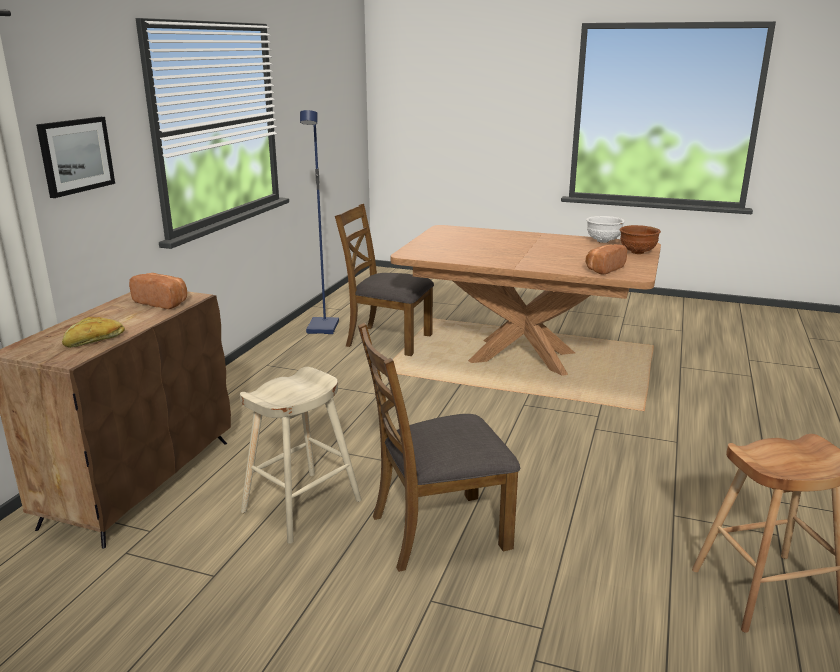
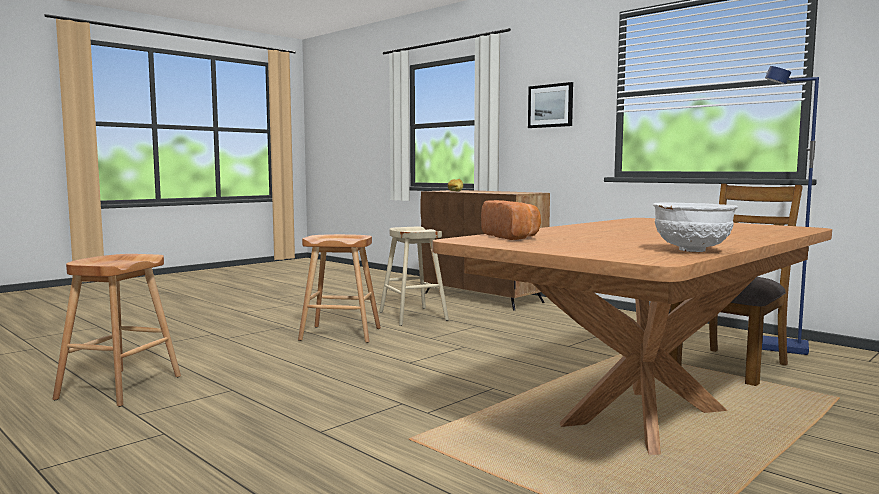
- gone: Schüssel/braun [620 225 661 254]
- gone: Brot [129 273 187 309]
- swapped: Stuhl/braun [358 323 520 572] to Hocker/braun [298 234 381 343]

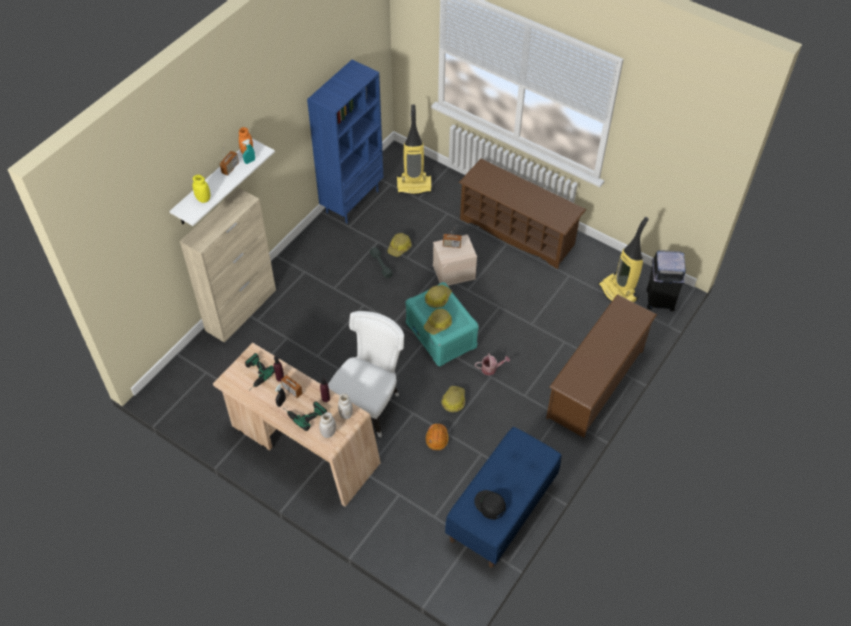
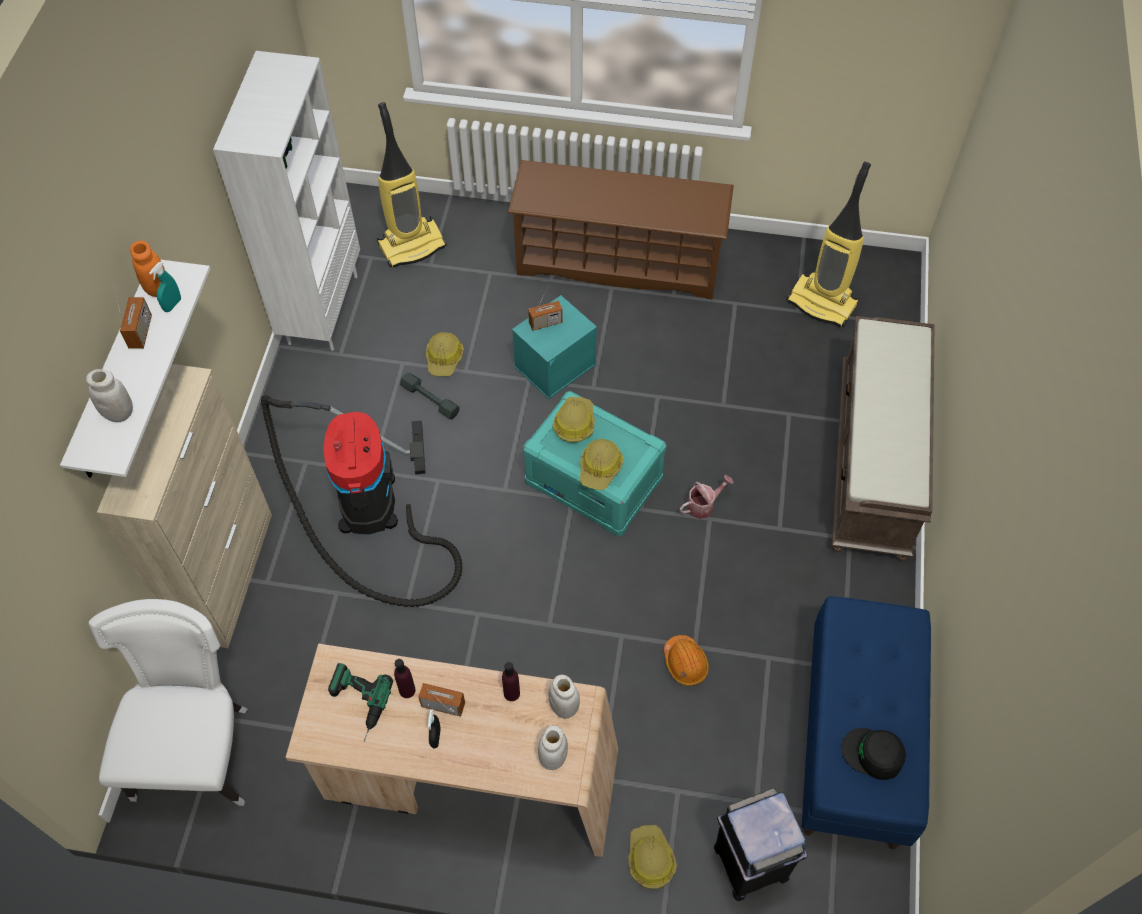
- repainted: Bücherregal/blau [307 60 383 224] to Bücherregal/weiß [213 51 360 351]
- repainted: Vorratsglas/gelb [193 175 210 203] to Vorratsglas/weiß [86 369 133 422]
- repainted: Aufbewahrungsbox/beige [433 234 477 286] to Aufbewahrungsbox/türkis [512 295 597 399]
- shifted: Mülleimer/schwarz [646 250 686 311] to [714 788 807 901]
- swapped: Schuhregal/braun [546 294 657 438] to Bank/braun [831 316 935 561]
- shifted: Stuhl/weiß [328 311 404 437] to [88 599 247 806]
- shifted: Schutzhelm [441 386 465 412] to [628 825 677 889]
- gone: Bohrmaschine [285 401 327 431]
- new: Staubsauger [261 395 462 607]

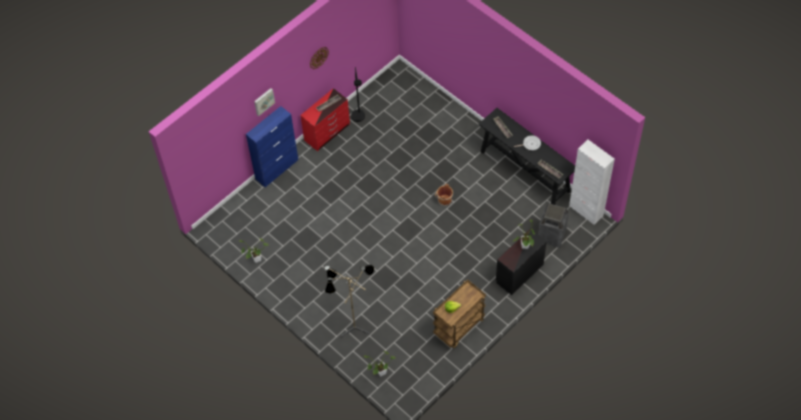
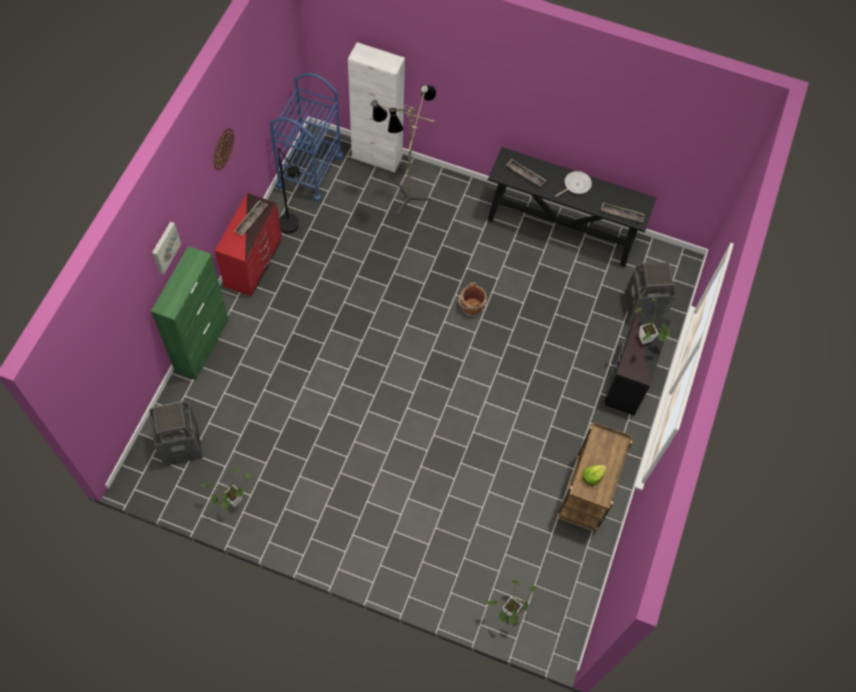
- repainted: Schrank/blau [246 106 298 187] to Schrank/grün [151 246 229 380]
- shifted: Schrank/weiß [569 140 615 225] to [348 42 405 173]
- shifted: Stehlampe [325 264 374 337] to [371 85 436 216]
- new: Rollwagen/blau [270 73 343 203]
- new: Mülleimer [149 401 203 466]

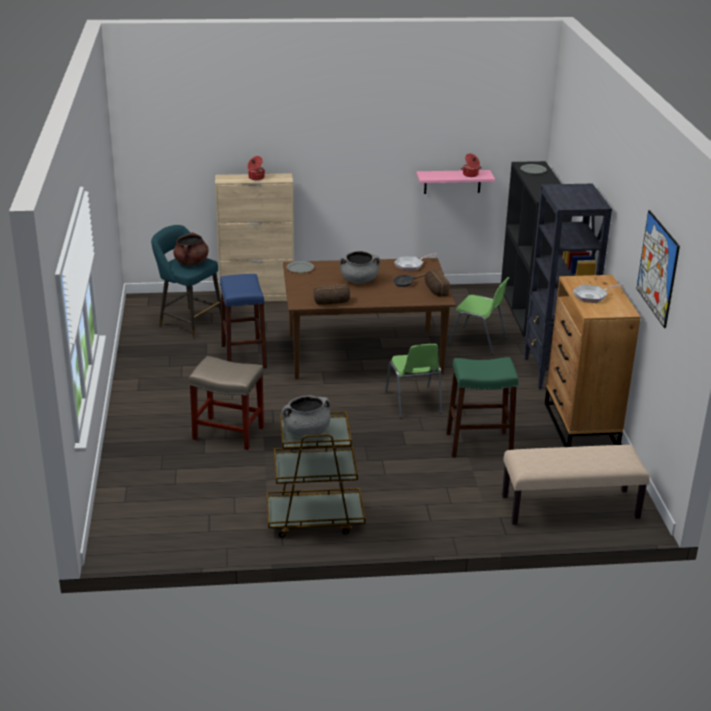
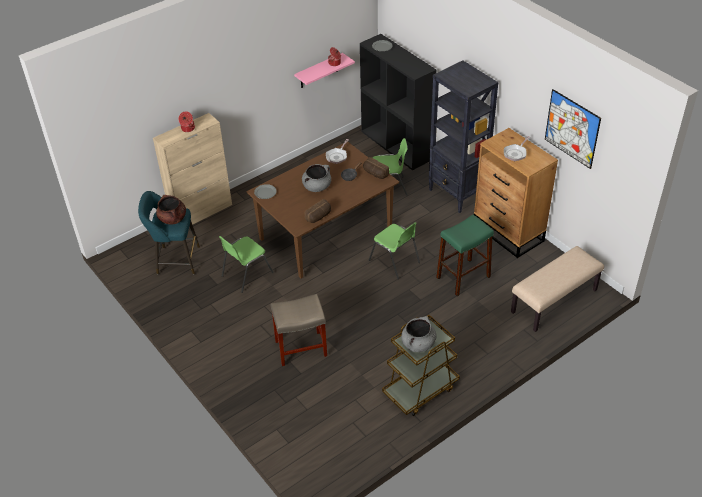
- swapped: Hocker/blau [220 274 267 368] to Stuhl/grün [219 236 274 293]

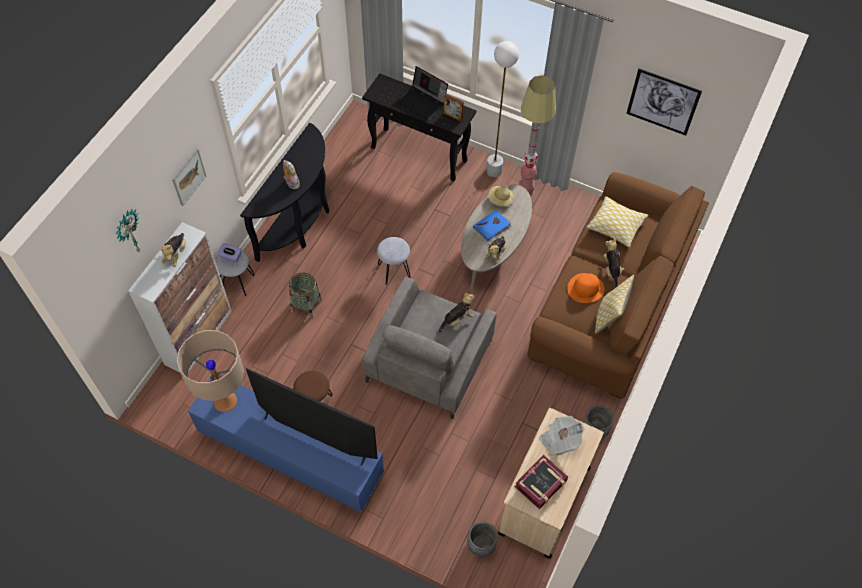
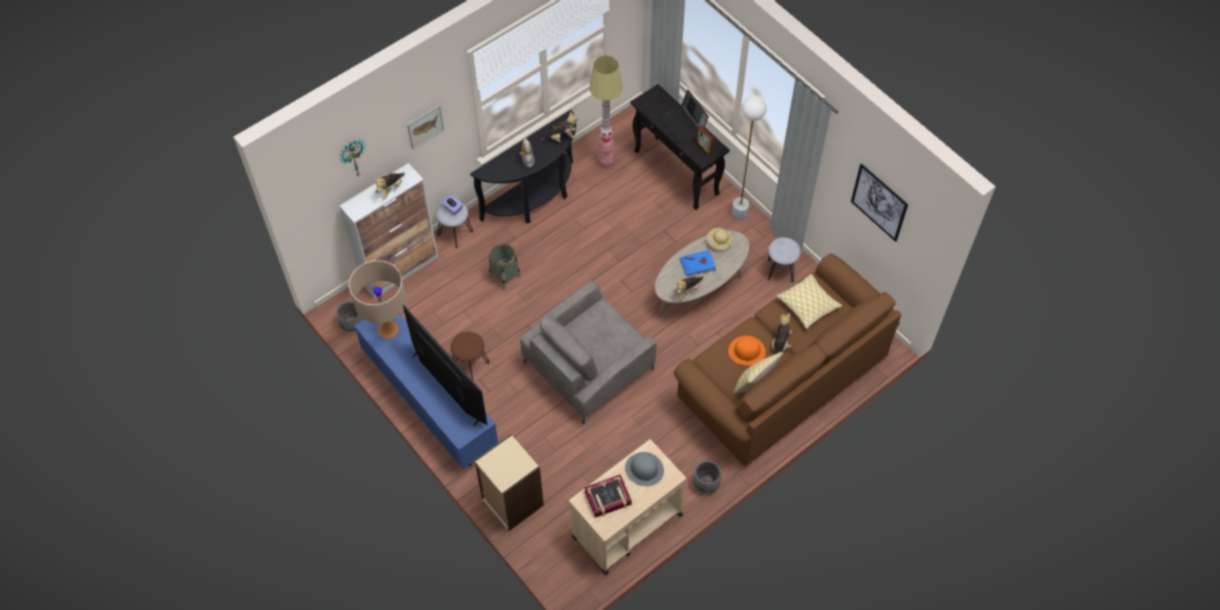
- shifted: Stehlampe [519 75 556 194] to [589 55 623 169]
- shifted: Hocker/grau [377 237 411 285] to [768 237 801 283]
- shifted: Plüschtier [439 292 475 333] to [540 112 579 142]
- swapped: Zeitung [539 416 584 456] to Hut/grau [625 452 664 486]
- shifted: Pflanzkübel/grau [467 521 498 557] to [336 301 364 332]
- new: Bücherregal/beige [474 434 544 531]

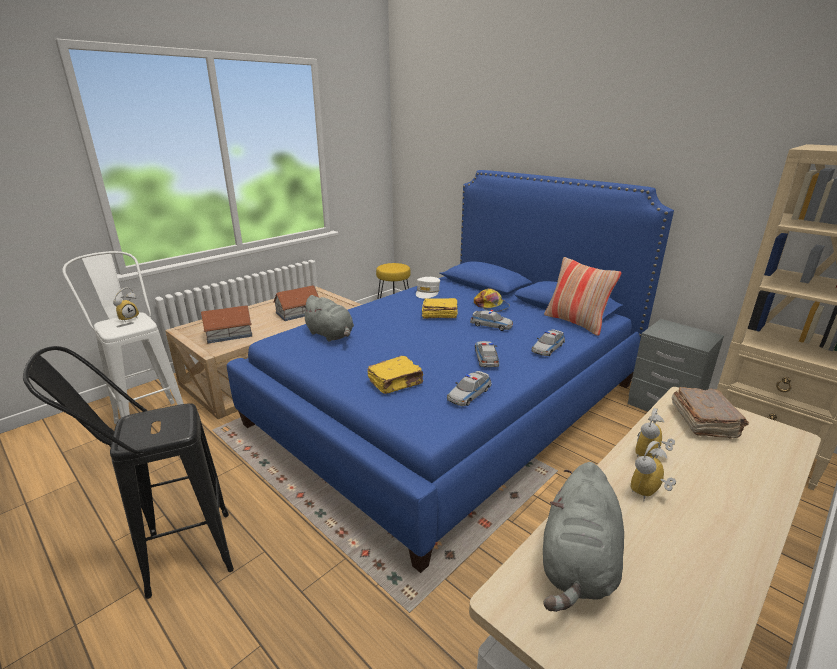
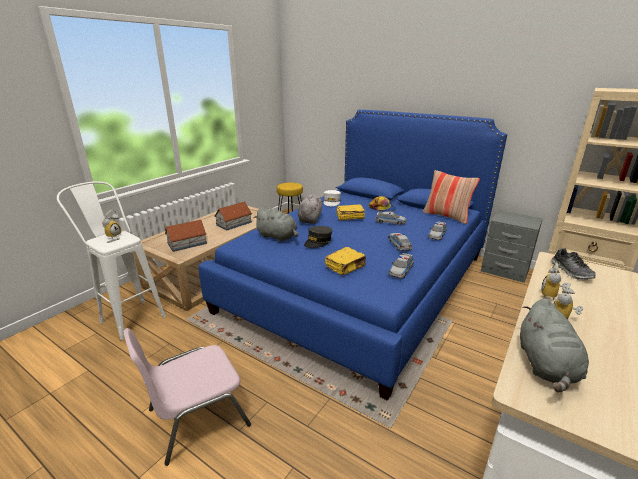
- swapped: Hocker/schwarz [23 346 234 599] to Stuhl/rosa [123 328 251 466]
- swapped: Buch/braun [672 387 749 439] to Schuh [550 248 596 280]
- new: Plüschtier/grau [298 194 322 224]
- new: Kappe/grau [304 226 332 248]

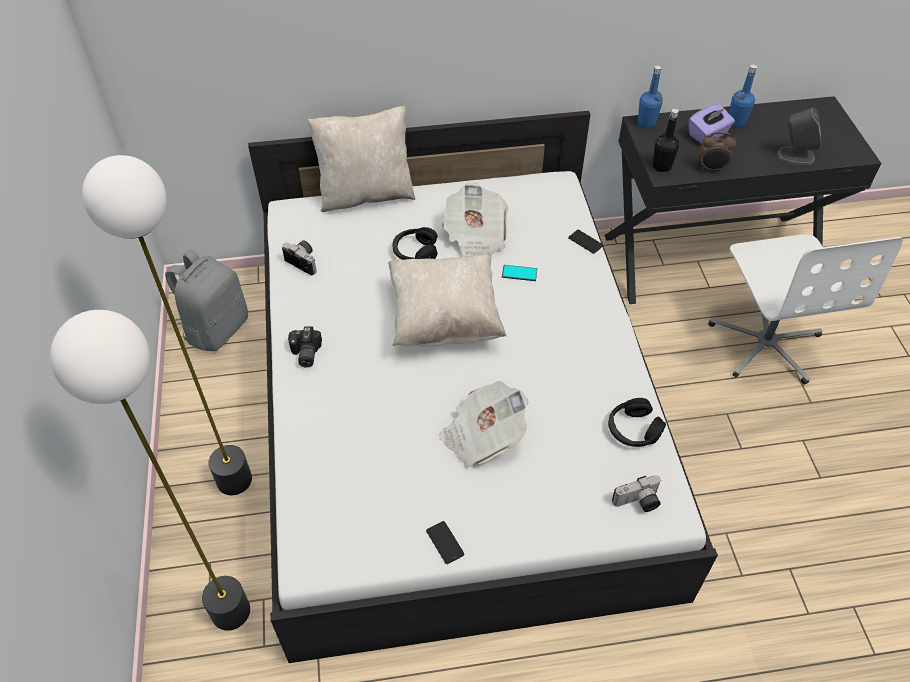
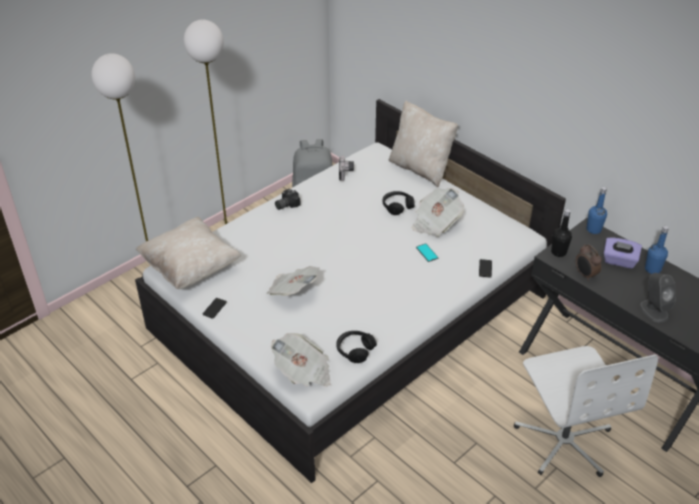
- rotated: Bürostuhl/weiß [708 234 903 385] = [514 346 658 477] 60 degrees counterclockwise
- shifted: Kissen/beige [388 255 507 347] to [135 217 241 289]
- swapped: Kamera [612 475 662 512] to Zeitung [271 333 330 386]

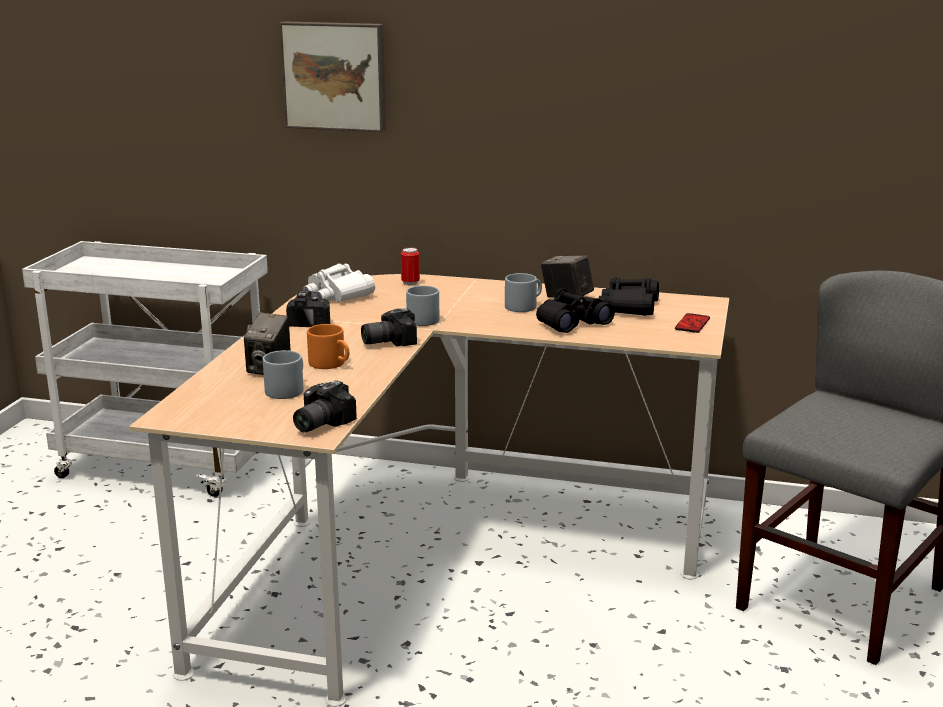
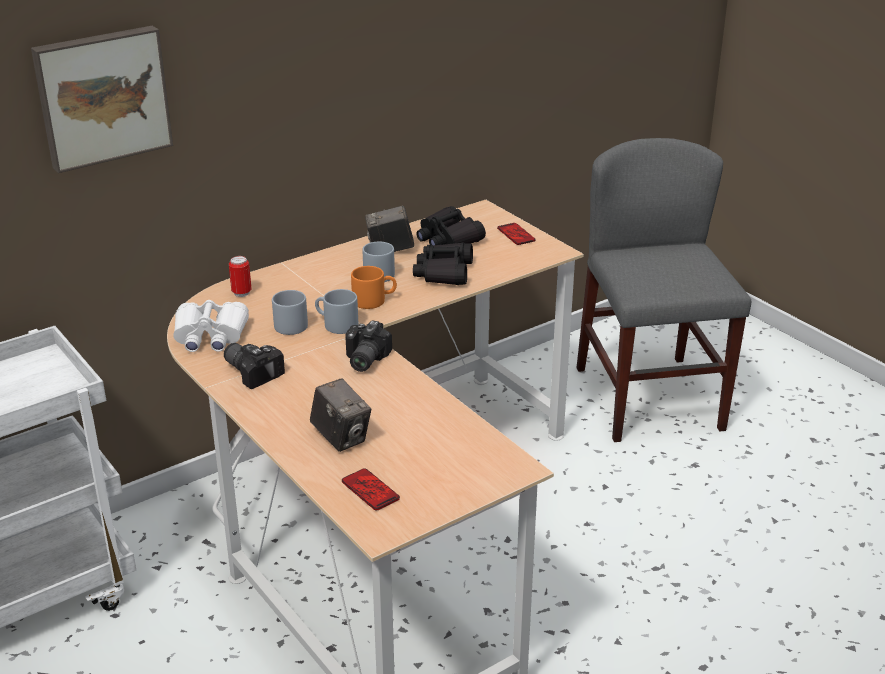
- shifted: Henkelbecher/orange [307 324 349 369] to [351 266 397 309]
- shifted: Henkelbecher/grau [263 350 303 399] to [272 290 308 335]
- gone: Kamera [293 380 357 432]
- new: Handy [342 468 400 511]

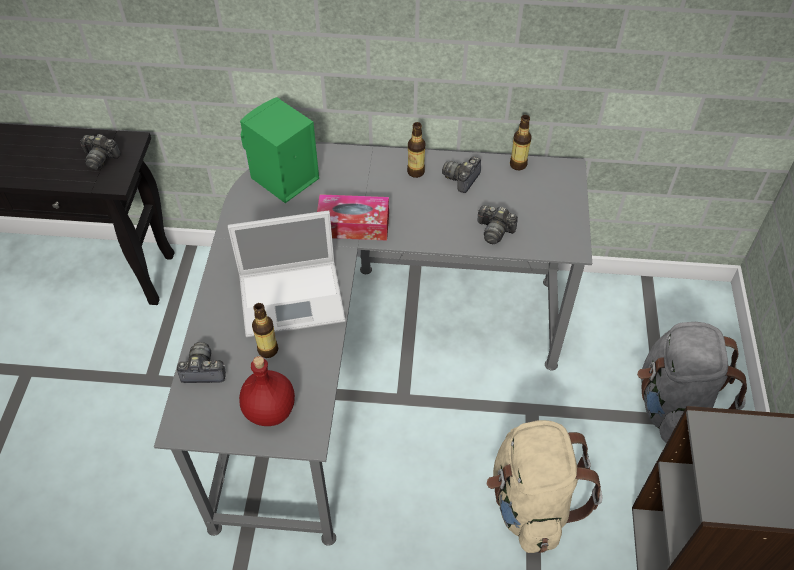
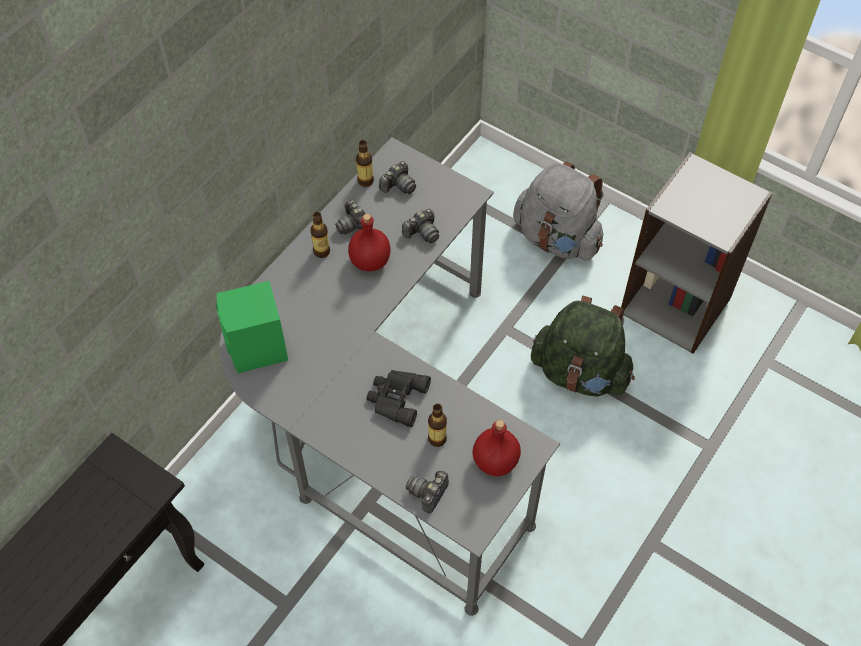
- shifted: Kamera [80 134 121 170] to [379 161 416 194]
- gone: Taschentuchbox [317 194 389 240]
- swapped: Laptop [228 210 346 337] to Fernglas/schwarz [366 370 431 427]
- repainted: Rucksack/beige [487 420 602 553] to Rucksack/grün [531 296 635 397]
- new: Flasche/rot [348 214 390 271]

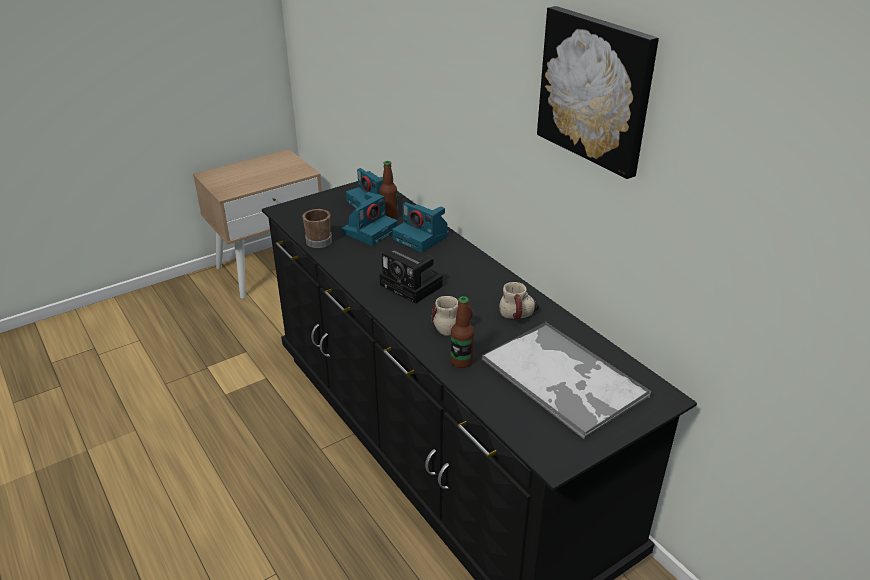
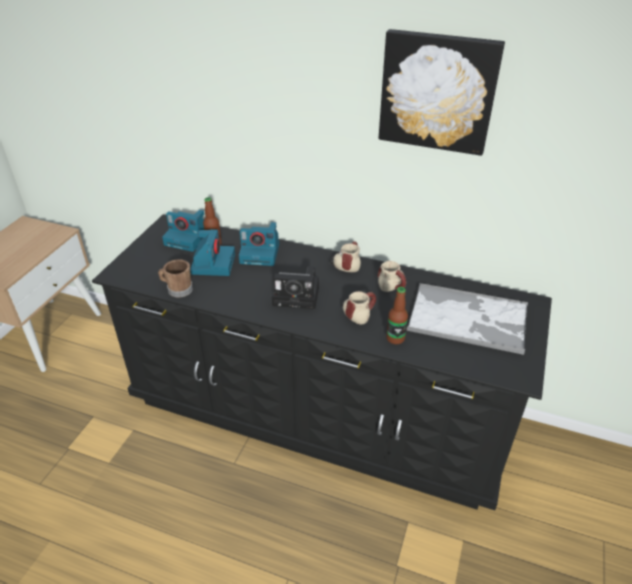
- new: Henkelbecher [330 241 361 272]

